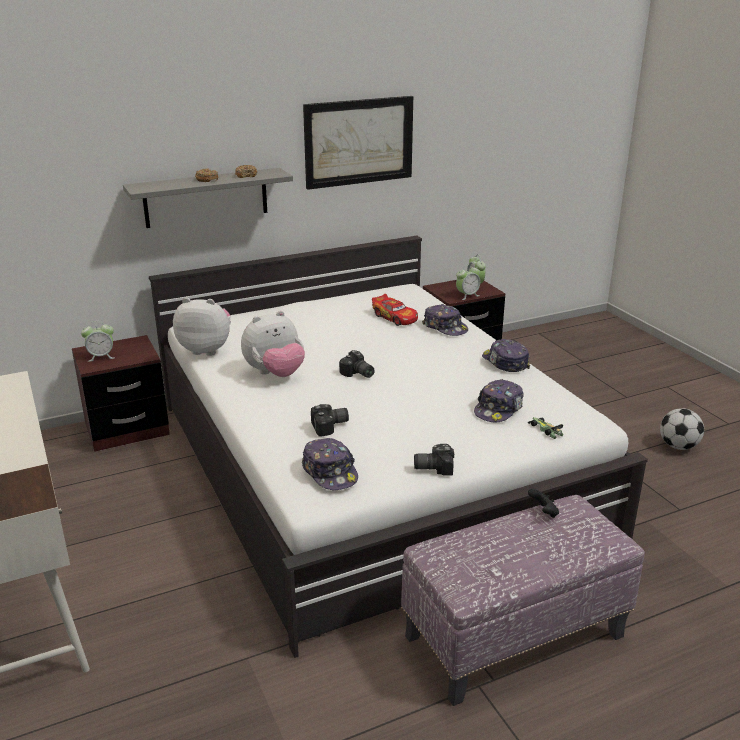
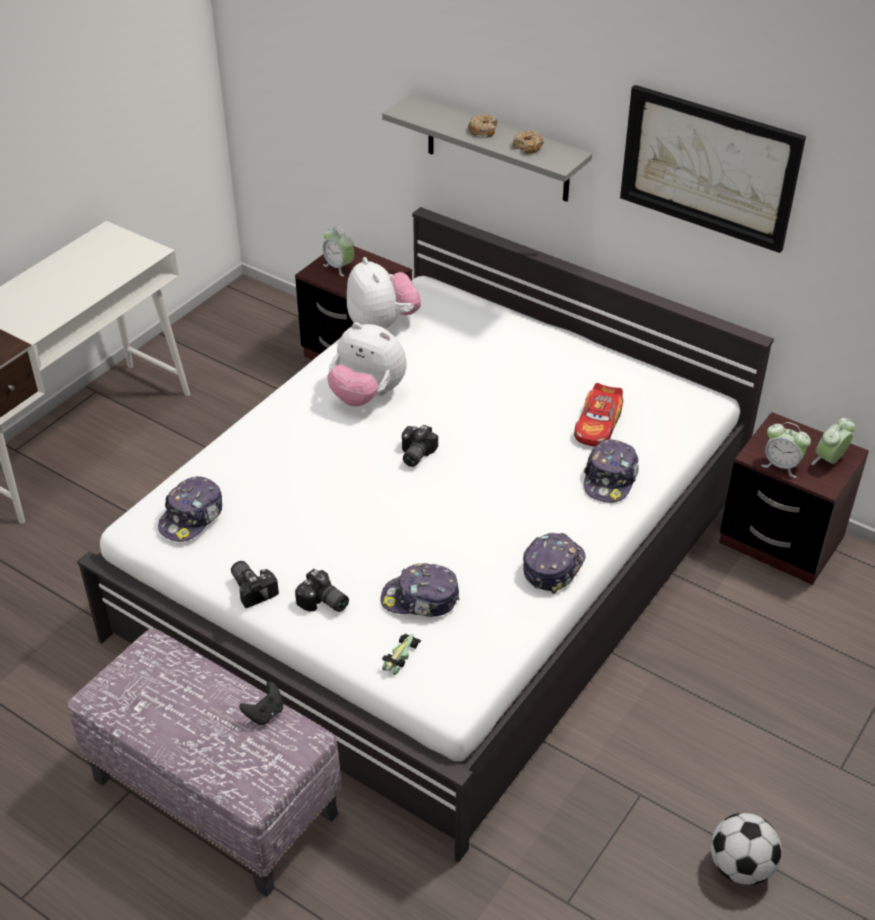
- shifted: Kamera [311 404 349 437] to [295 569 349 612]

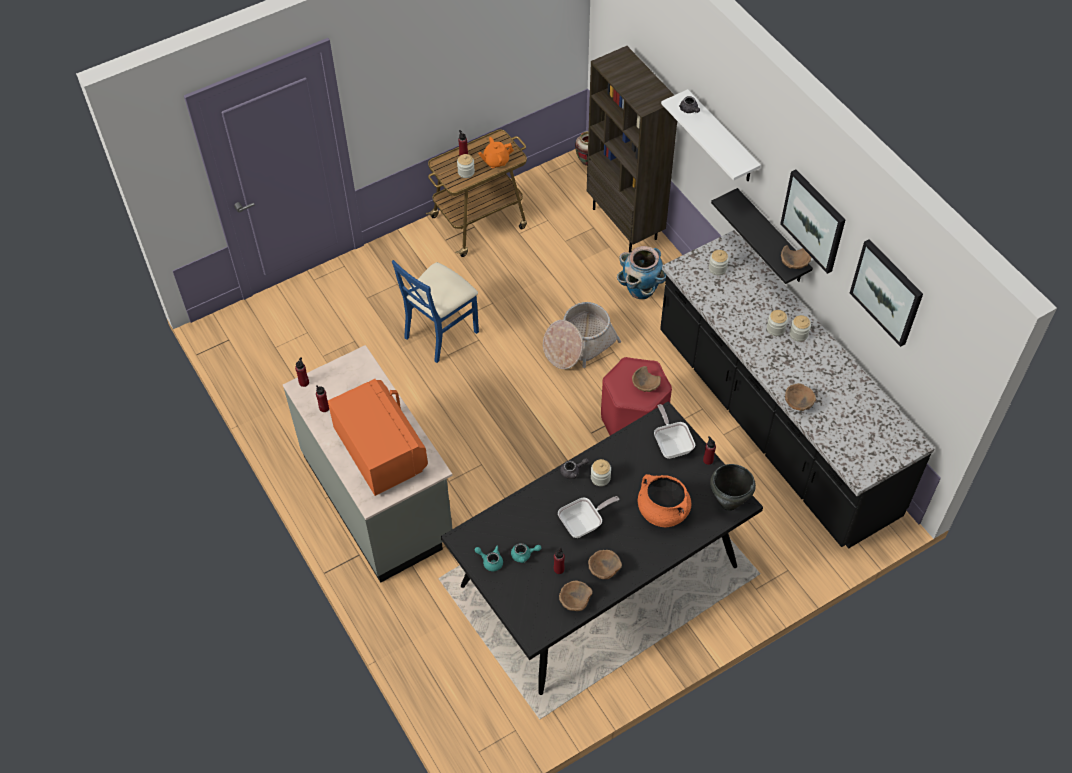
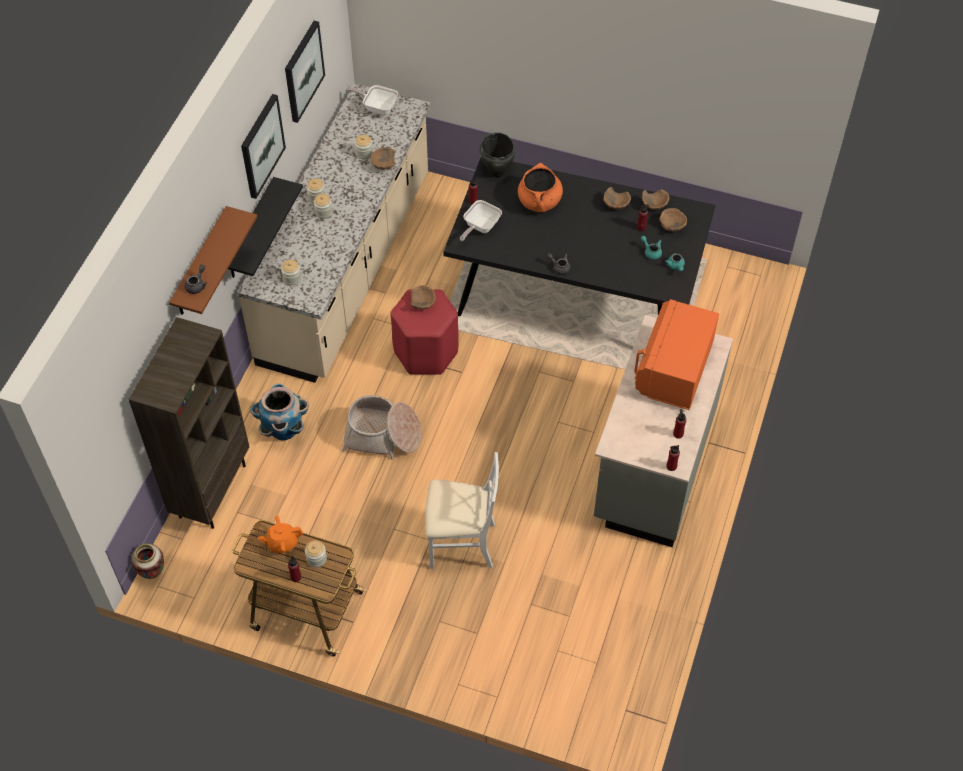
- repainted: Wandregal/weiß [661 89 761 181] to Wandregal/braun [169 206 257 315]
- rotated: Teekanne/orange [478 137 514 168] = [258 515 303 553] 135 degrees clockwise
- repainted: Küchenzeile/schwarz [660 230 935 548] to Küchenzeile/beige [238 84 431 383]
- shifted: Schüssel/braun [781 245 811 269] to [660 208 687 232]
- repainted: Stuhl/blau [392 260 479 363] to Stuhl/weiß [425 452 499 569]
- shifted: Vorratsglas [591 459 611 486] to [355 135 373 159]
- shifted: Pfanne [558 496 619 538] to [346 85 398 115]

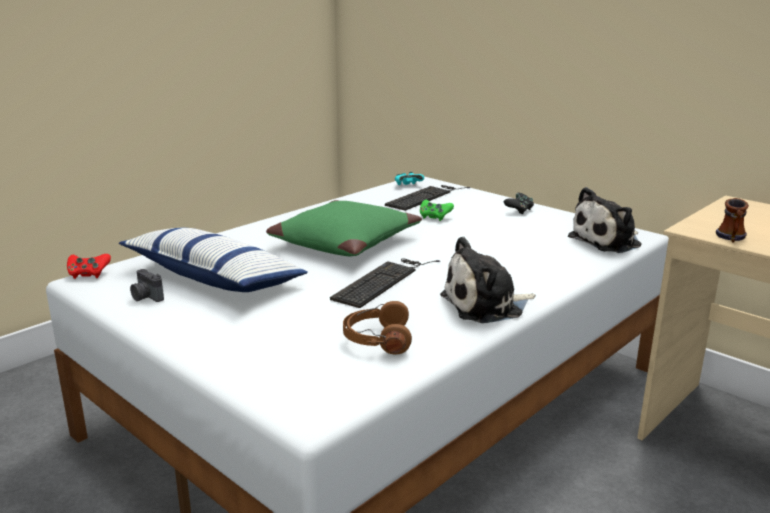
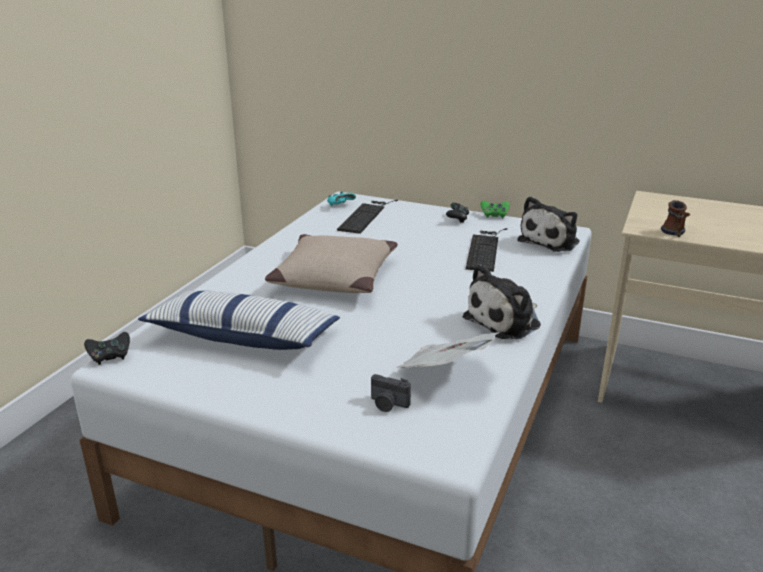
- repainted: Kissen/grün [266 200 422 256] to Kissen/beige [265 234 398 293]
- shifted: Gamepad/grün [420 200 454 221] to [481 201 510 218]
- repainted: Gamepad/rot [67 254 111 279] to Gamepad/schwarz [84 332 130 365]
- shifted: Tastatur [330 258 440 308] to [466 228 507 272]
- shifted: Kamera [130 269 164 302] to [371 374 411 412]
- swapped: Kopfhörer/braun [343 301 412 354] to Zeitung [396 332 501 368]

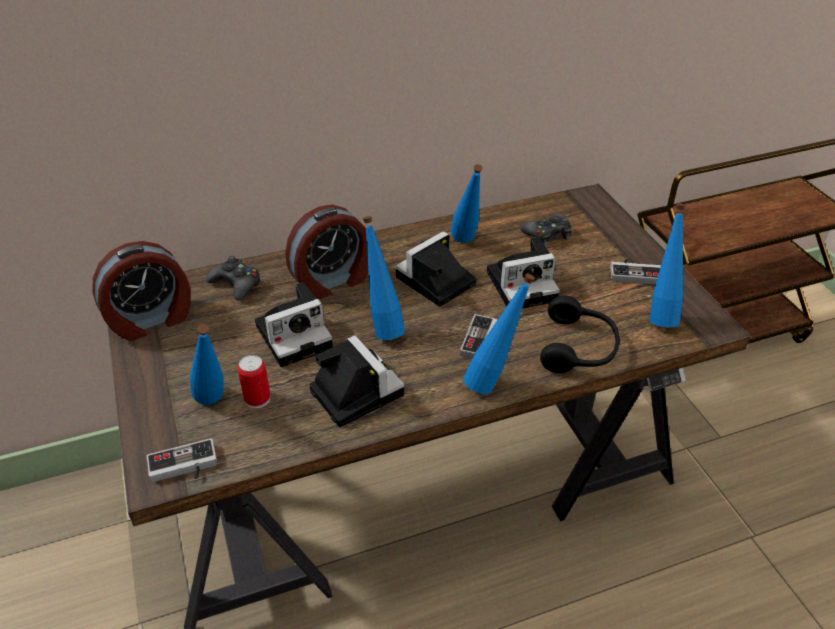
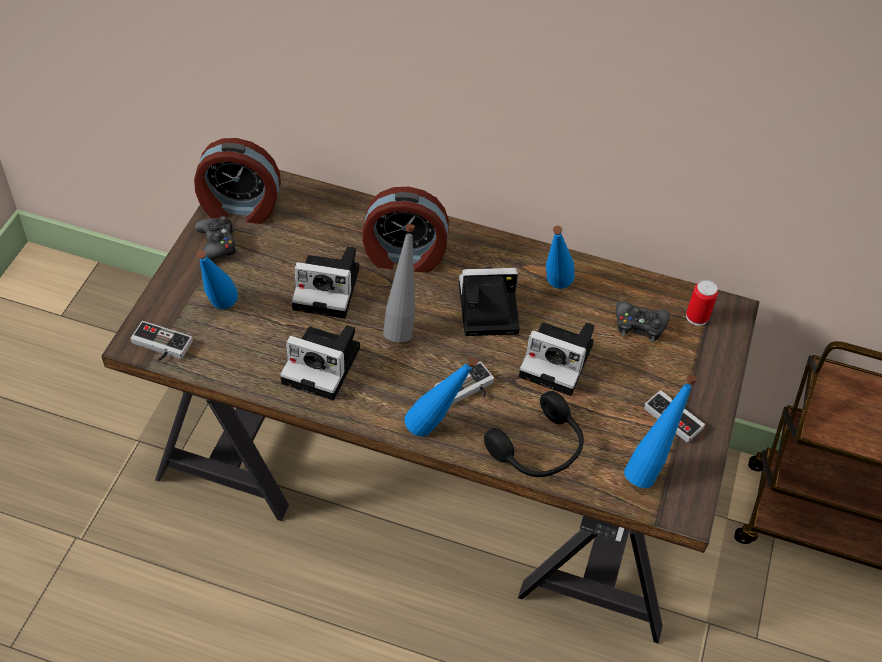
- repainted: Flasche/blau [363 216 405 340] to Flasche/grau [383 224 415 342]
- shifted: Gamepad/schwarz [206 256 261 301] to [195 216 238 261]
- rotated: Kamera [309 335 404 427] = [280 325 360 400] 105 degrees clockwise
- shifted: Dose [238 355 271 409] to [686 280 718 326]

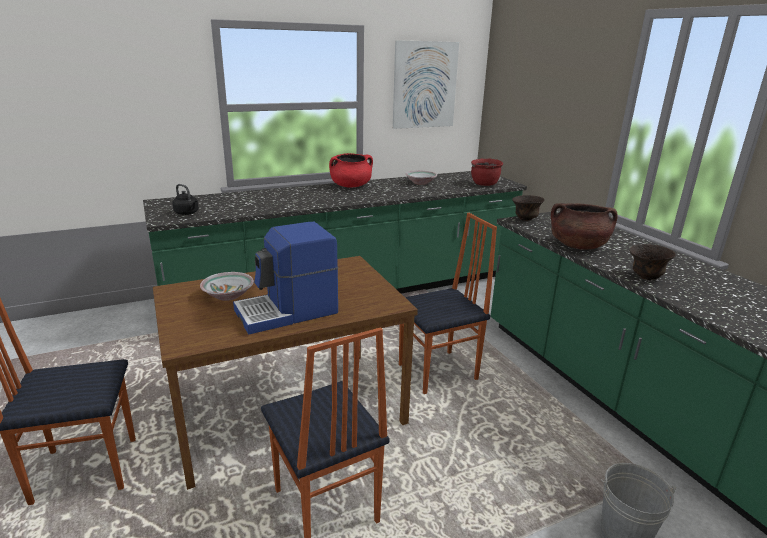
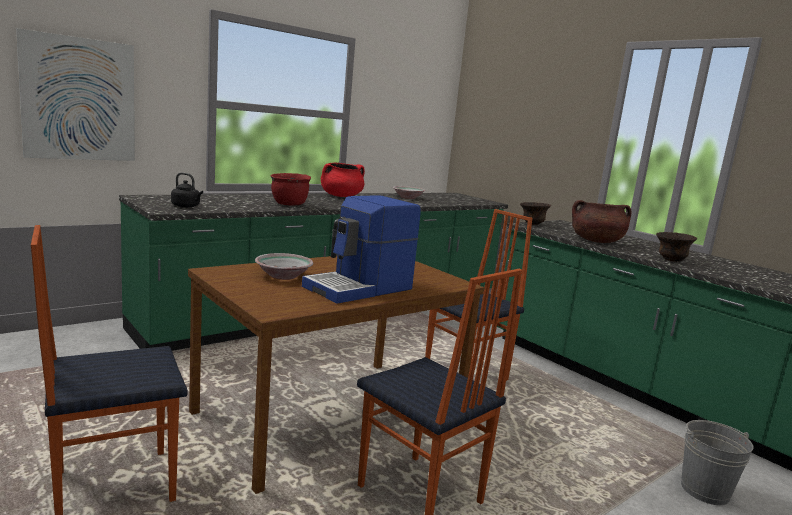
- shifted: Bild [393 40 459 129] to [16 28 135 161]
- shifted: Kochtopf/rot [471 159 503 186] to [271 173 311 205]

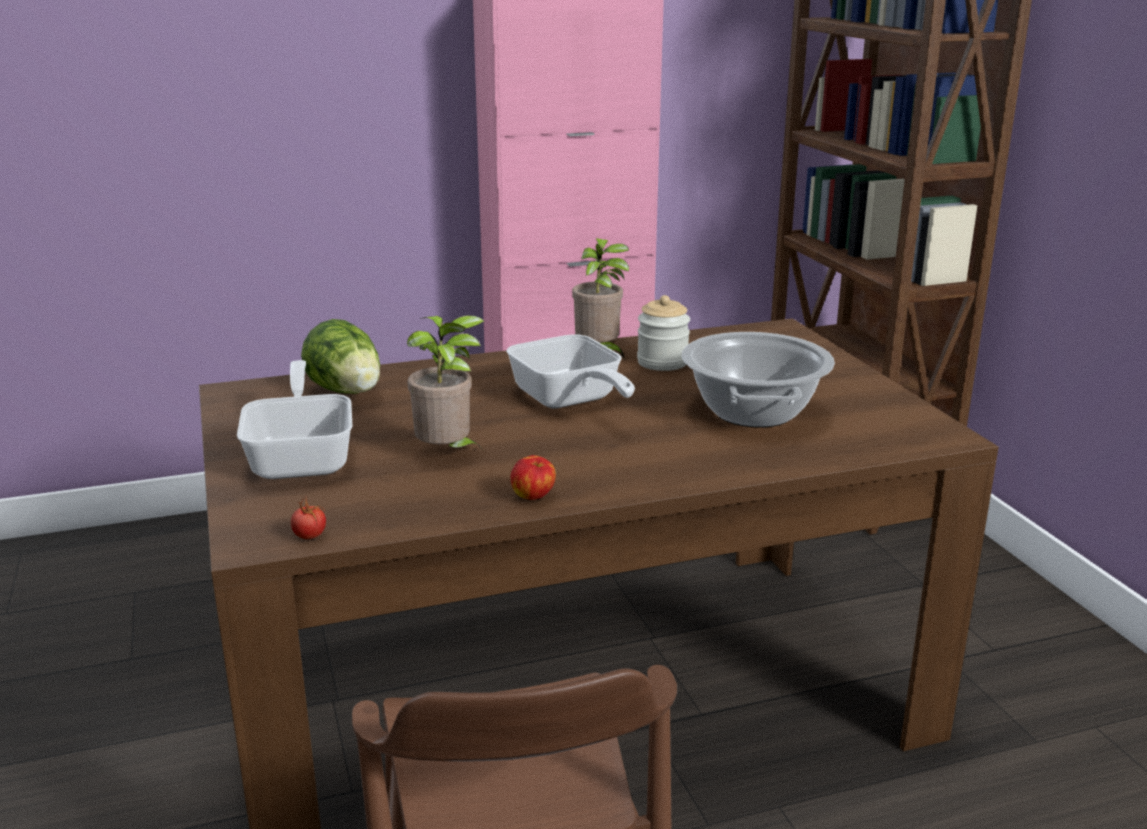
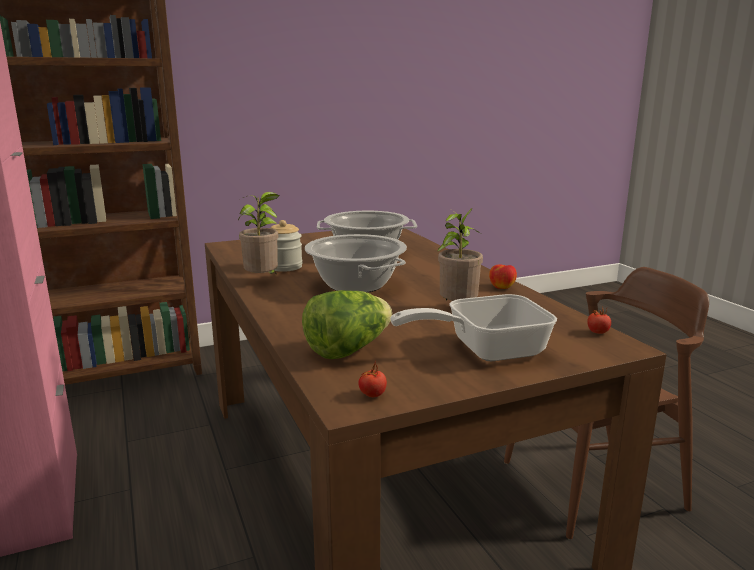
- swapped: Pfanne [506 334 635 409] to Kochtopf [305 234 407 293]
- new: Tomate [358 361 387 397]

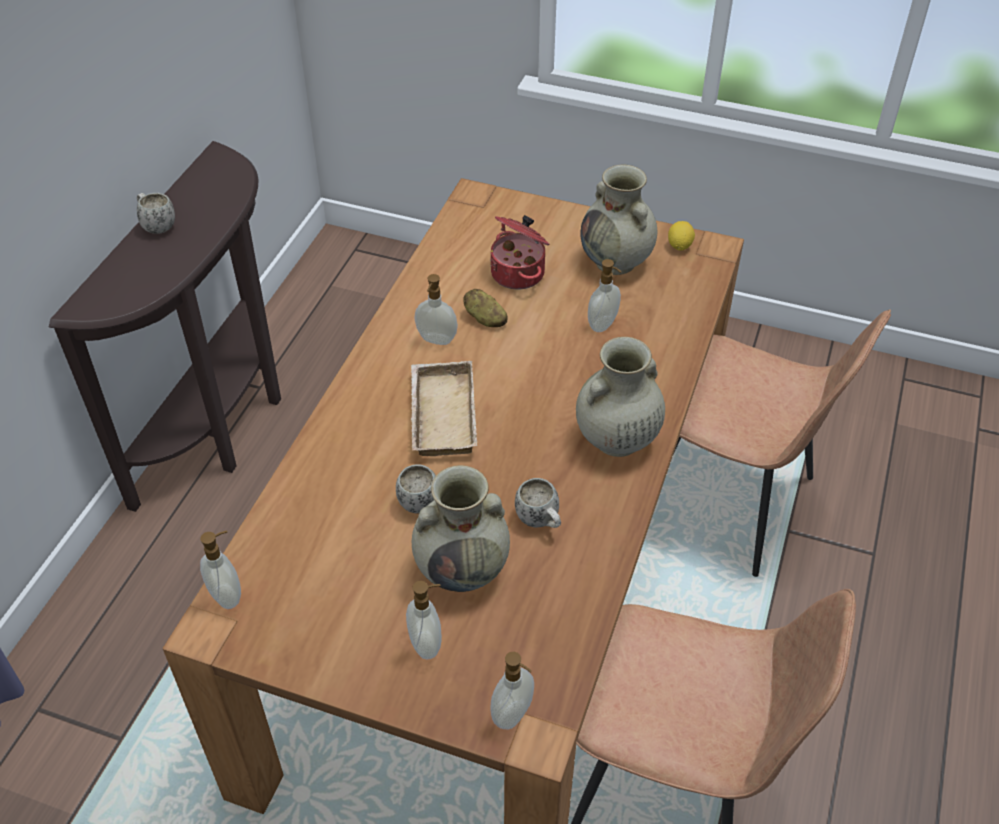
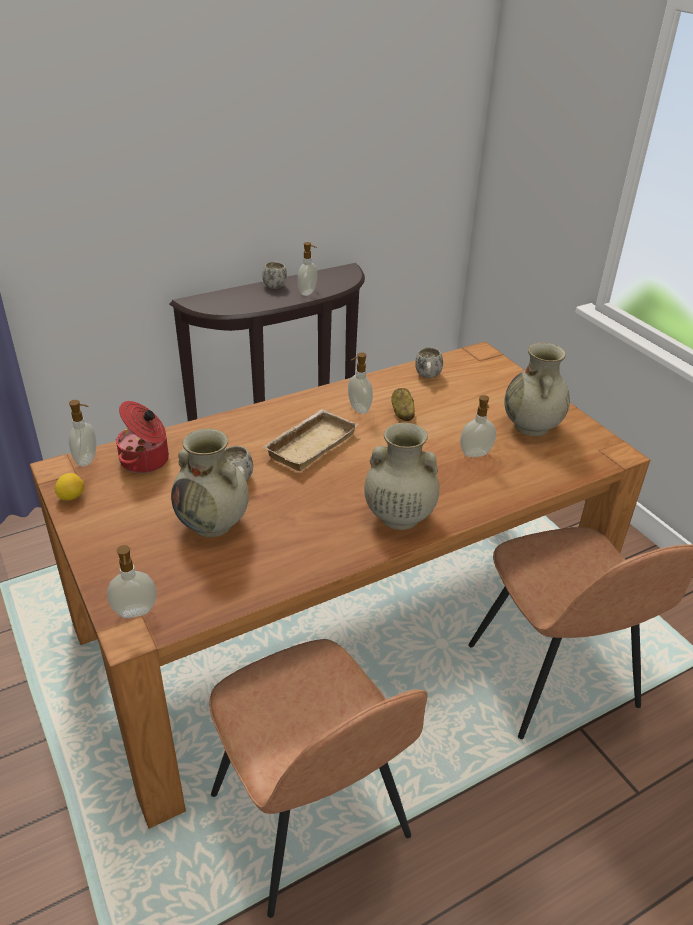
- shifted: Kochtopf [490 215 549 289] to [116 401 169 473]
- shifted: Zitrone [668 221 695 250] to [55 473 84 500]
- shifted: Henkelbecher/weiß [515 478 561 528] to [415 348 443 378]
- shifted: Seifenspender [406 581 442 659] to [298 242 317 296]

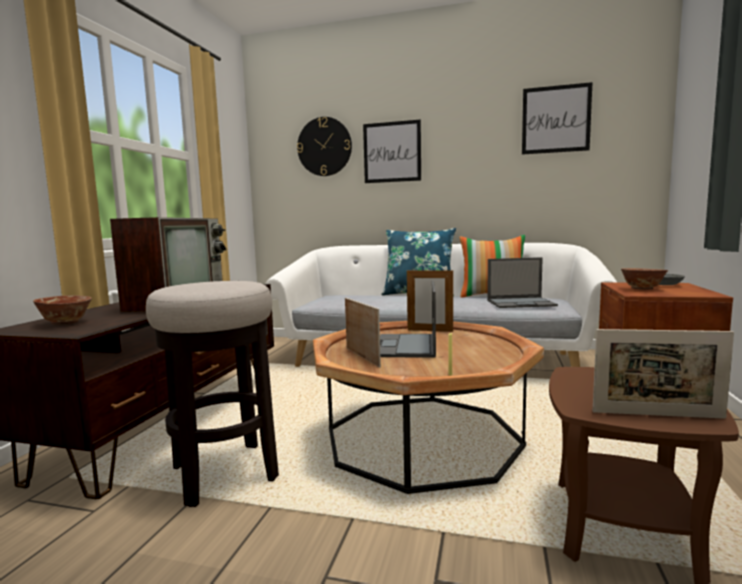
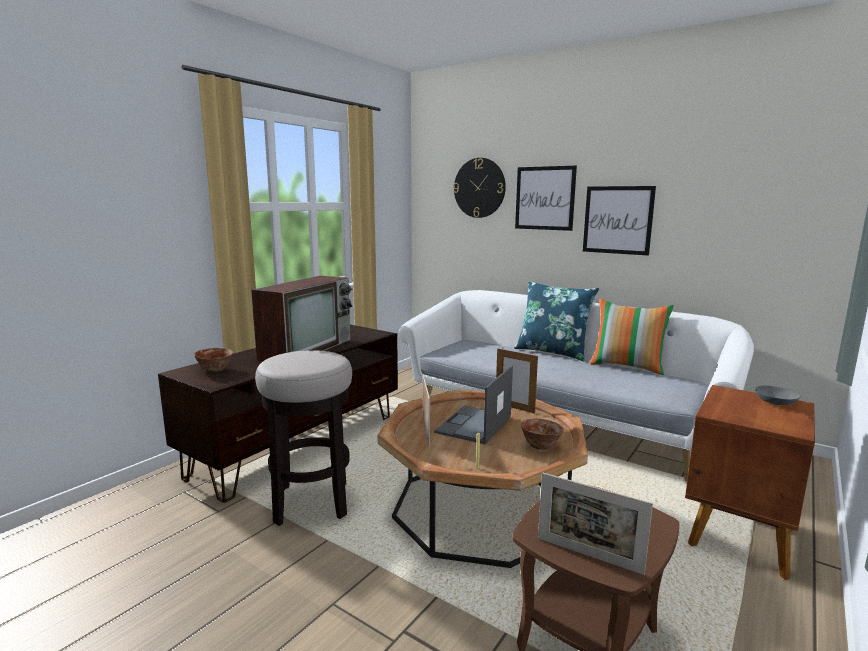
- shifted: Bild [522 82 592 155] to [583 186 656 256]
- gone: Laptop [487 257 558 308]
- shifted: Schüssel [621 268 668 290] to [521 419 564 450]

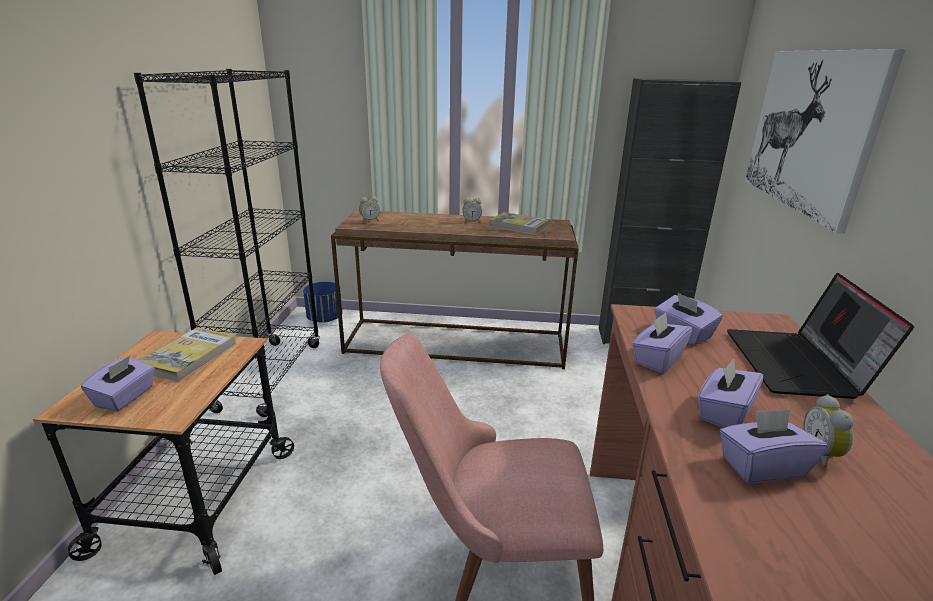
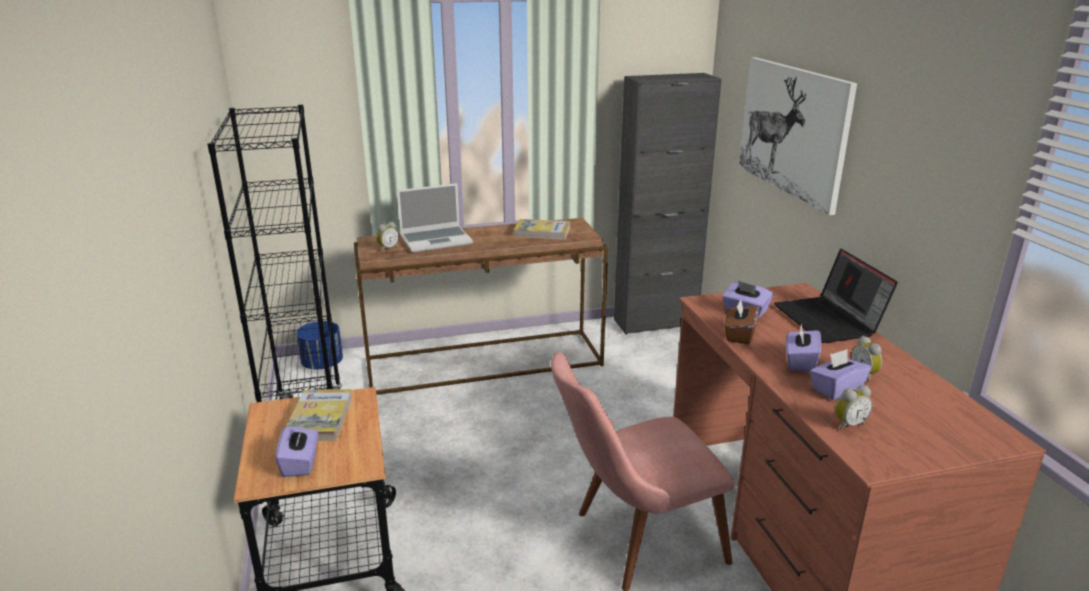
- shifted: Wecker [462 198 482 223] to [835 385 872 431]
- repainted: Taschentuchbox/lila [632 312 692 373] to Taschentuchbox/braun [725 299 759 344]
- new: Laptop [397 183 473 252]

